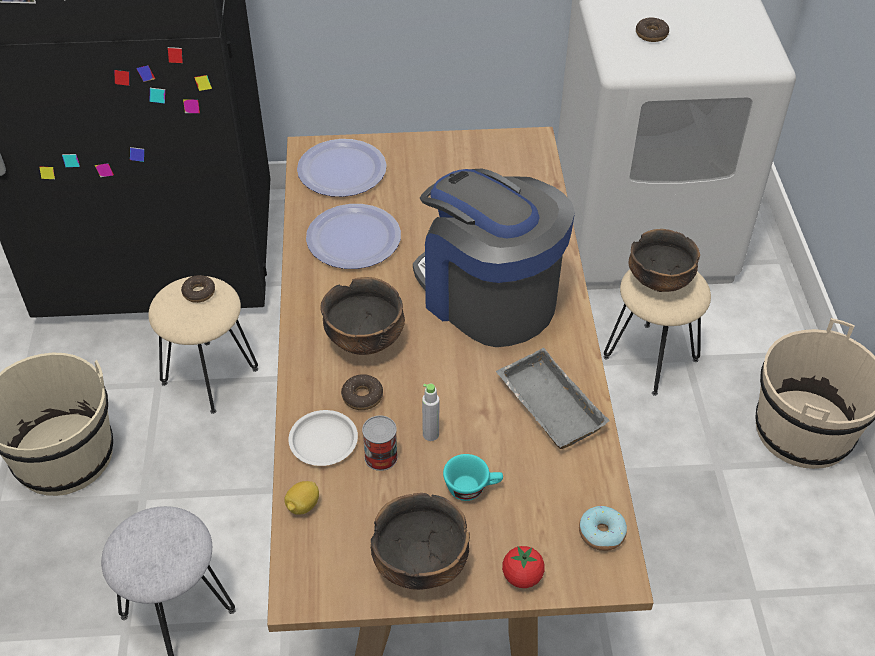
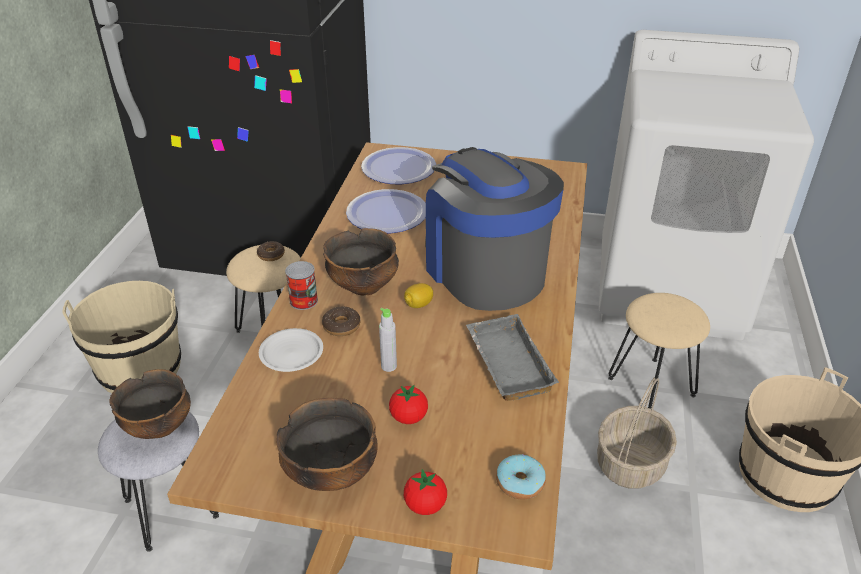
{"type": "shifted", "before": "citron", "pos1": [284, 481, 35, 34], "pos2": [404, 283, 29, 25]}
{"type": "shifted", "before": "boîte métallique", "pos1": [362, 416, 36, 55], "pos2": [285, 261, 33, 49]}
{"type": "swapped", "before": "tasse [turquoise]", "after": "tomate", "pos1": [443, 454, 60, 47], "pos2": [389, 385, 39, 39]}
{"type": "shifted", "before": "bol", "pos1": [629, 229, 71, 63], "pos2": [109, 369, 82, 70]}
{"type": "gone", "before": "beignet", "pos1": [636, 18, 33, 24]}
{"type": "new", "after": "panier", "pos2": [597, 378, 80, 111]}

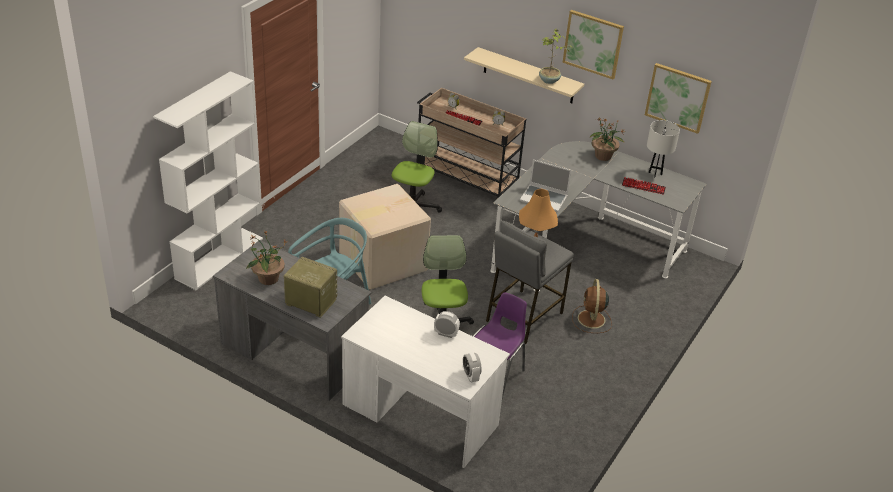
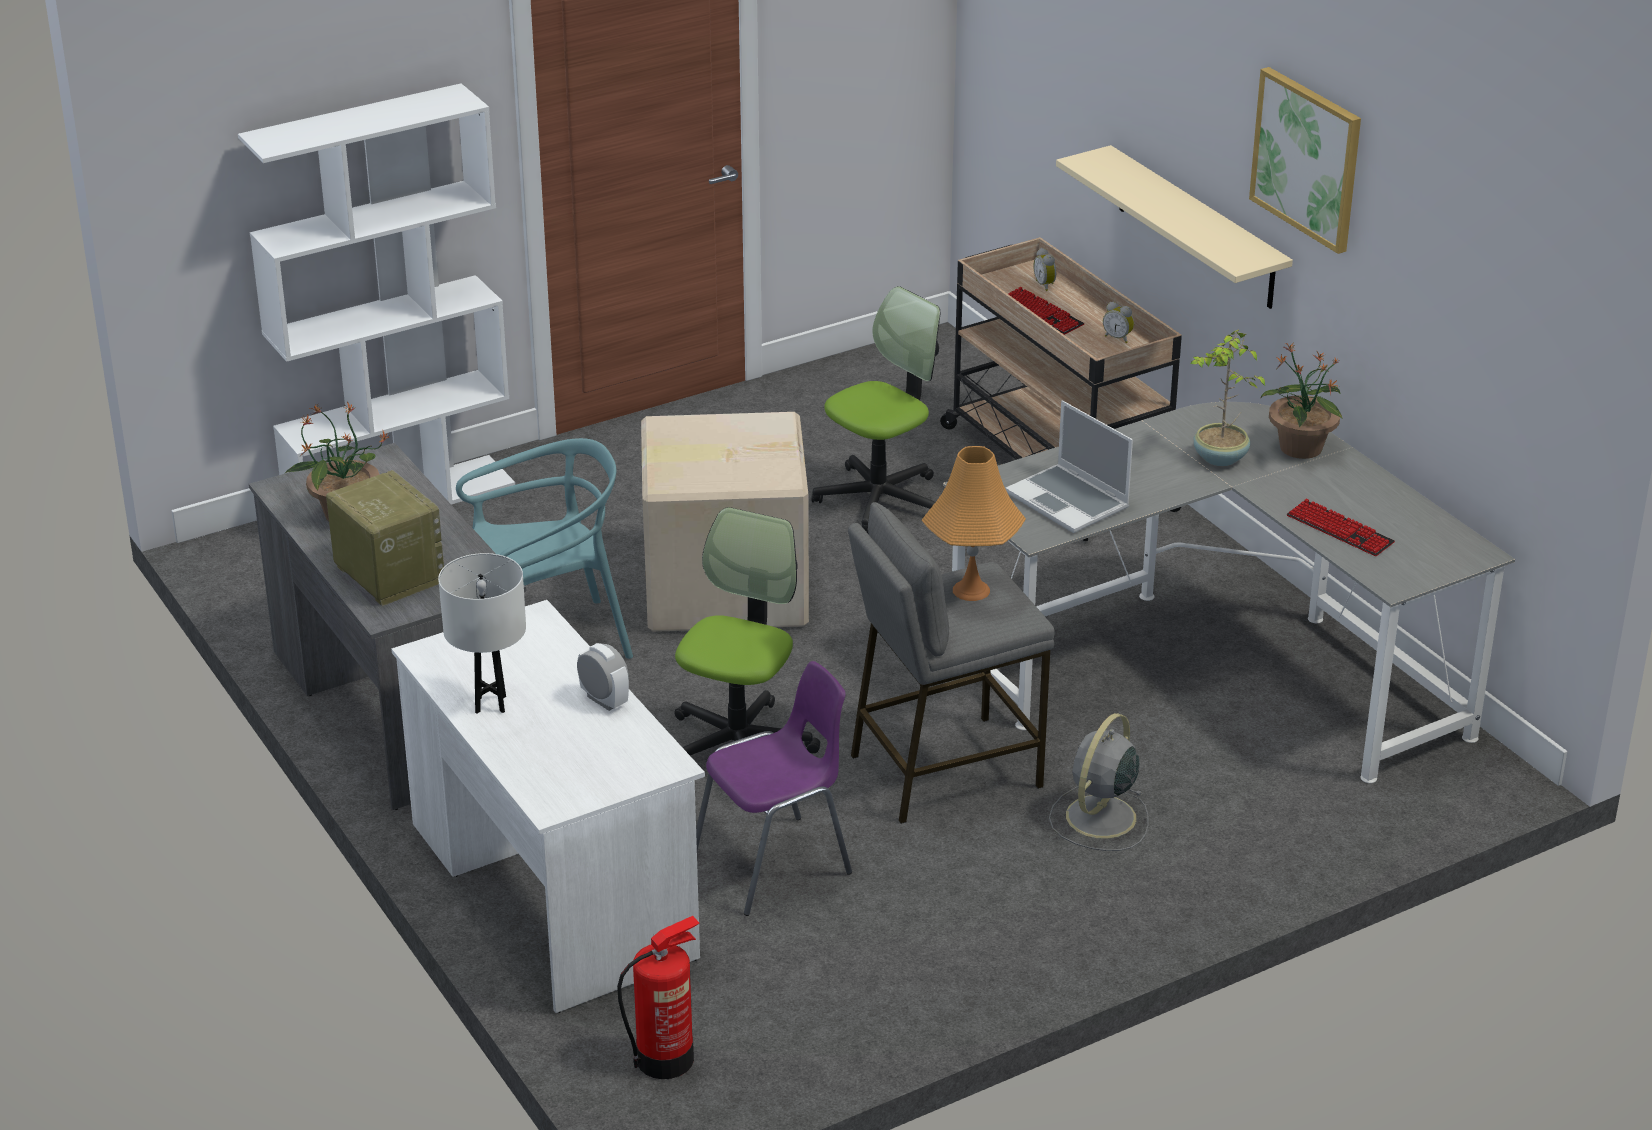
{"type": "gone", "before": "réveil", "pos1": [463, 352, 19, 30]}
{"type": "shifted", "before": "plante en pot", "pos1": [539, 29, 33, 55], "pos2": [1190, 330, 75, 136]}
{"type": "repainted", "before": "ventilateur [marron]", "after": "ventilateur [gris]", "pos1": [572, 279, 40, 54], "pos2": [1049, 713, 100, 138]}
{"type": "gone", "before": "tableau", "pos1": [645, 63, 67, 71]}
{"type": "shifted", "before": "lampe de table [blanc]", "pos1": [647, 120, 33, 57], "pos2": [438, 553, 88, 161]}
{"type": "new", "after": "extincteur", "pos2": [617, 916, 83, 163]}

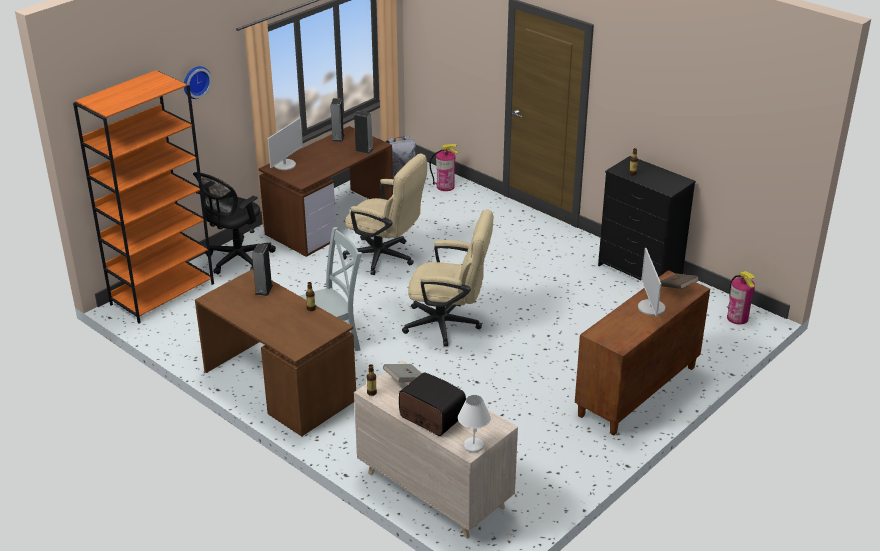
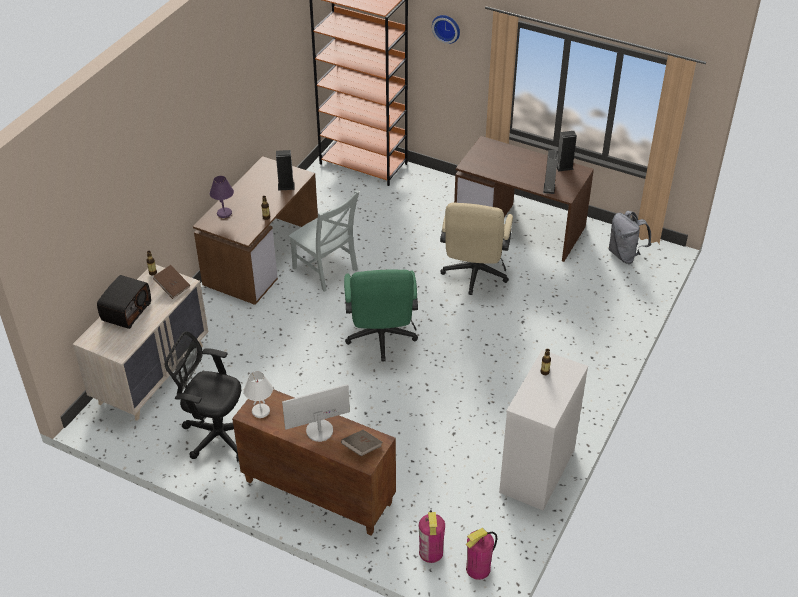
{"type": "shifted", "before": "chaise de bureau [noir]", "pos1": [193, 172, 83, 103], "pos2": [165, 331, 76, 131]}
{"type": "gone", "before": "écran d'ordinateur", "pos1": [268, 117, 35, 53]}
{"type": "repainted", "before": "livre [gris]", "after": "livre [marron]", "pos1": [383, 364, 39, 18], "pos2": [153, 265, 37, 34]}
{"type": "repainted", "before": "chaise de bureau [beige]", "after": "chaise de bureau [vert]", "pos1": [402, 210, 91, 136], "pos2": [344, 270, 74, 92]}
{"type": "shifted", "before": "extincteur", "pos1": [429, 144, 29, 47], "pos2": [419, 510, 26, 53]}
{"type": "shifted", "before": "lampe de table [blanc]", "pos1": [458, 395, 33, 57], "pos2": [244, 371, 29, 47]}
{"type": "repainted", "before": "commode [noir]", "after": "commode [blanc]", "pos1": [598, 156, 98, 124], "pos2": [499, 350, 89, 160]}
{"type": "new", "after": "lampe de table [violet]", "pos2": [209, 176, 25, 42]}

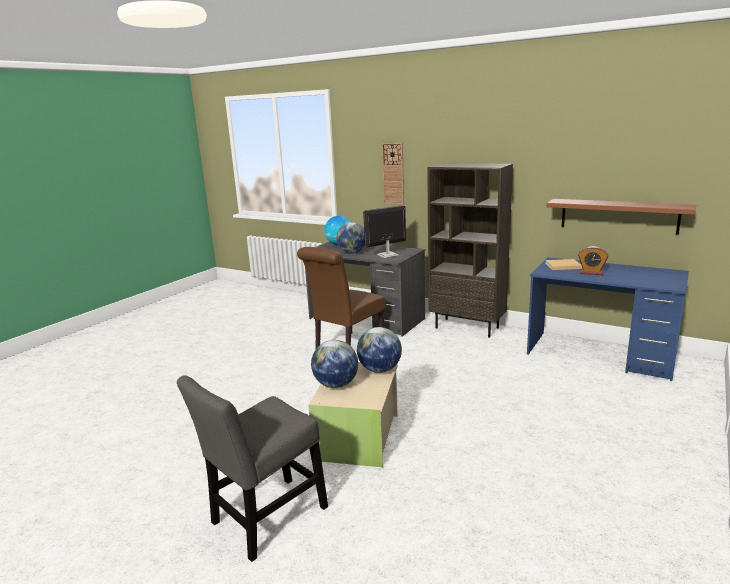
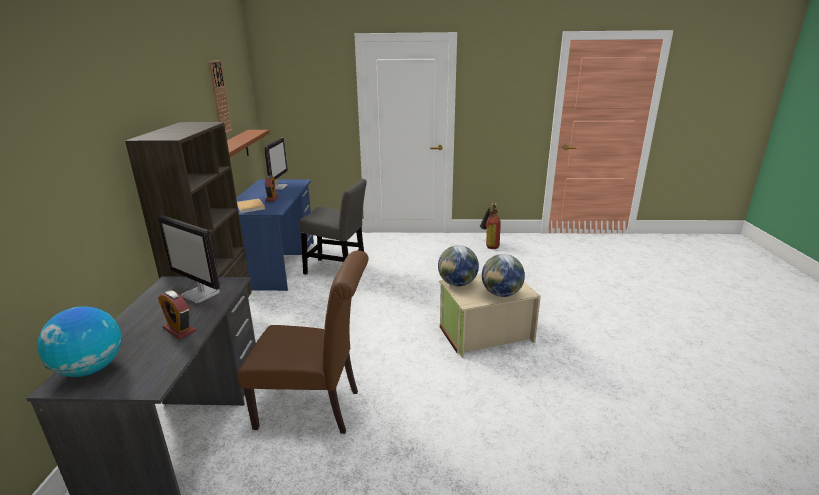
{"type": "shifted", "before": "chaise [gris]", "pos1": [177, 375, 151, 187], "pos2": [300, 179, 67, 95]}
{"type": "swapped", "before": "globe", "after": "réveil", "pos1": [336, 222, 29, 32], "pos2": [158, 290, 39, 49]}
{"type": "shifted", "before": "horloge murale", "pos1": [382, 143, 22, 62], "pos2": [209, 60, 23, 73]}
{"type": "new", "after": "écran d'ordinateur", "pos2": [264, 138, 24, 52]}
{"type": "new", "after": "extincteur", "pos2": [480, 203, 21, 46]}

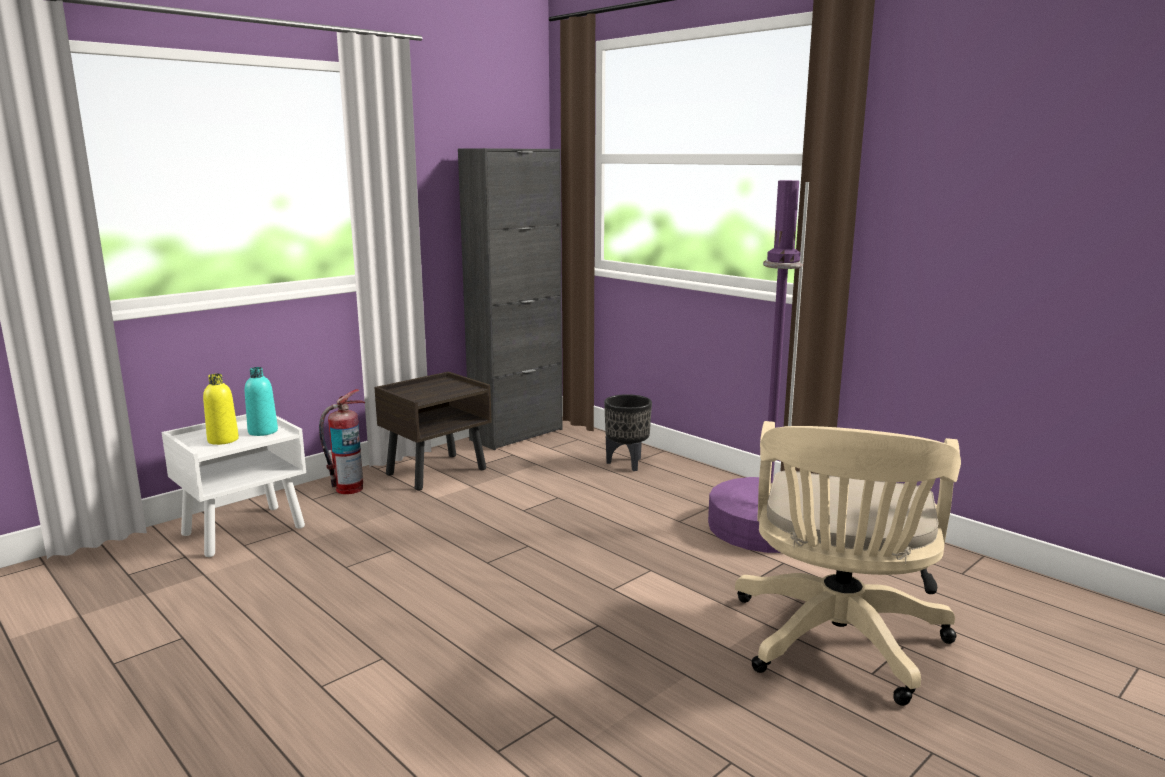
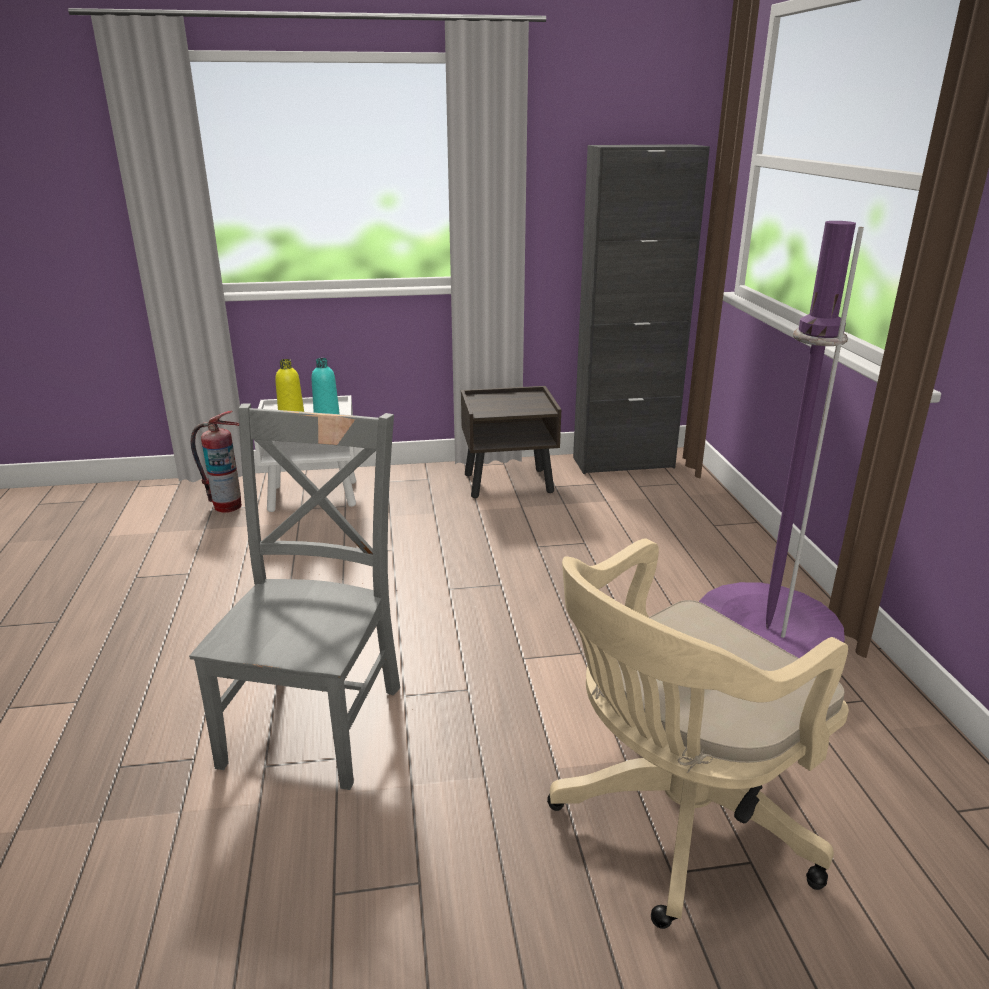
{"type": "shifted", "before": "extincteur", "pos1": [319, 389, 46, 105], "pos2": [191, 411, 51, 102]}
{"type": "gone", "before": "cache-pot [noir]", "pos1": [604, 394, 48, 77]}
{"type": "new", "after": "chaise [gris]", "pos2": [189, 403, 211, 387]}

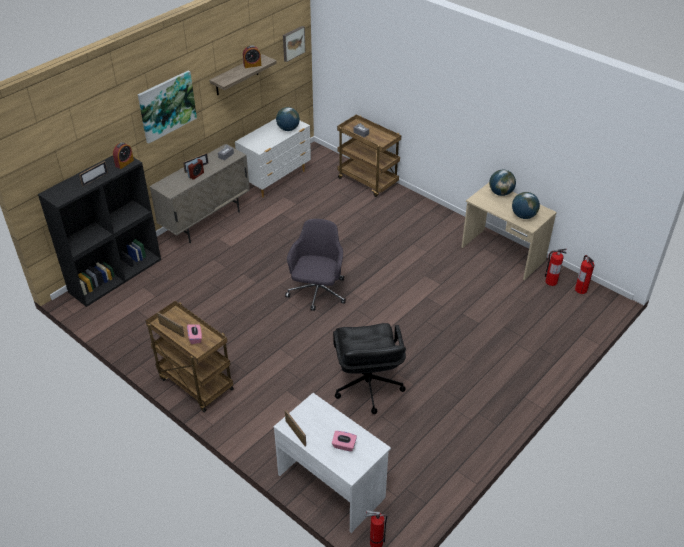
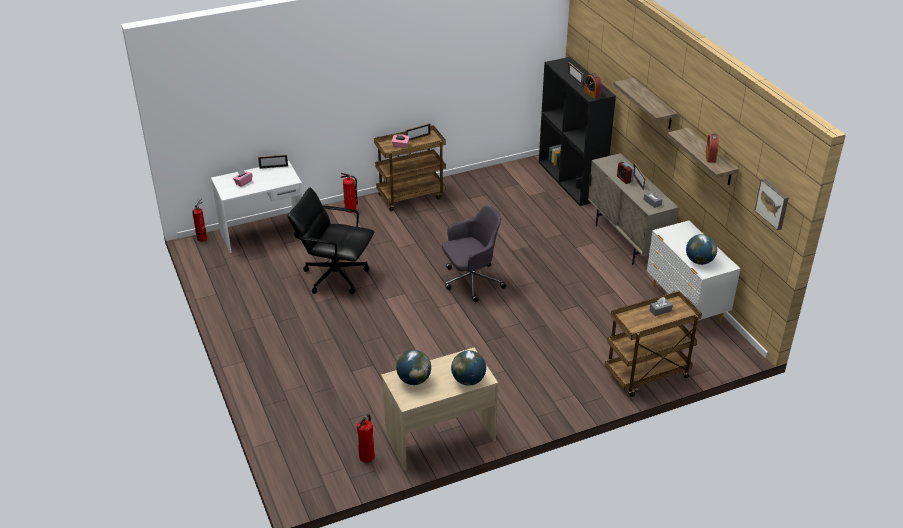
{"type": "swapped", "before": "tableau", "after": "étagère", "pos1": [138, 70, 59, 74], "pos2": [614, 78, 64, 52]}
{"type": "rotated", "before": "chaise de bureau [gris]", "pos1": [285, 219, 61, 92], "pos2": [442, 205, 64, 97], "turn": -60}
{"type": "shifted", "before": "extincteur", "pos1": [575, 255, 19, 39], "pos2": [341, 173, 17, 40]}

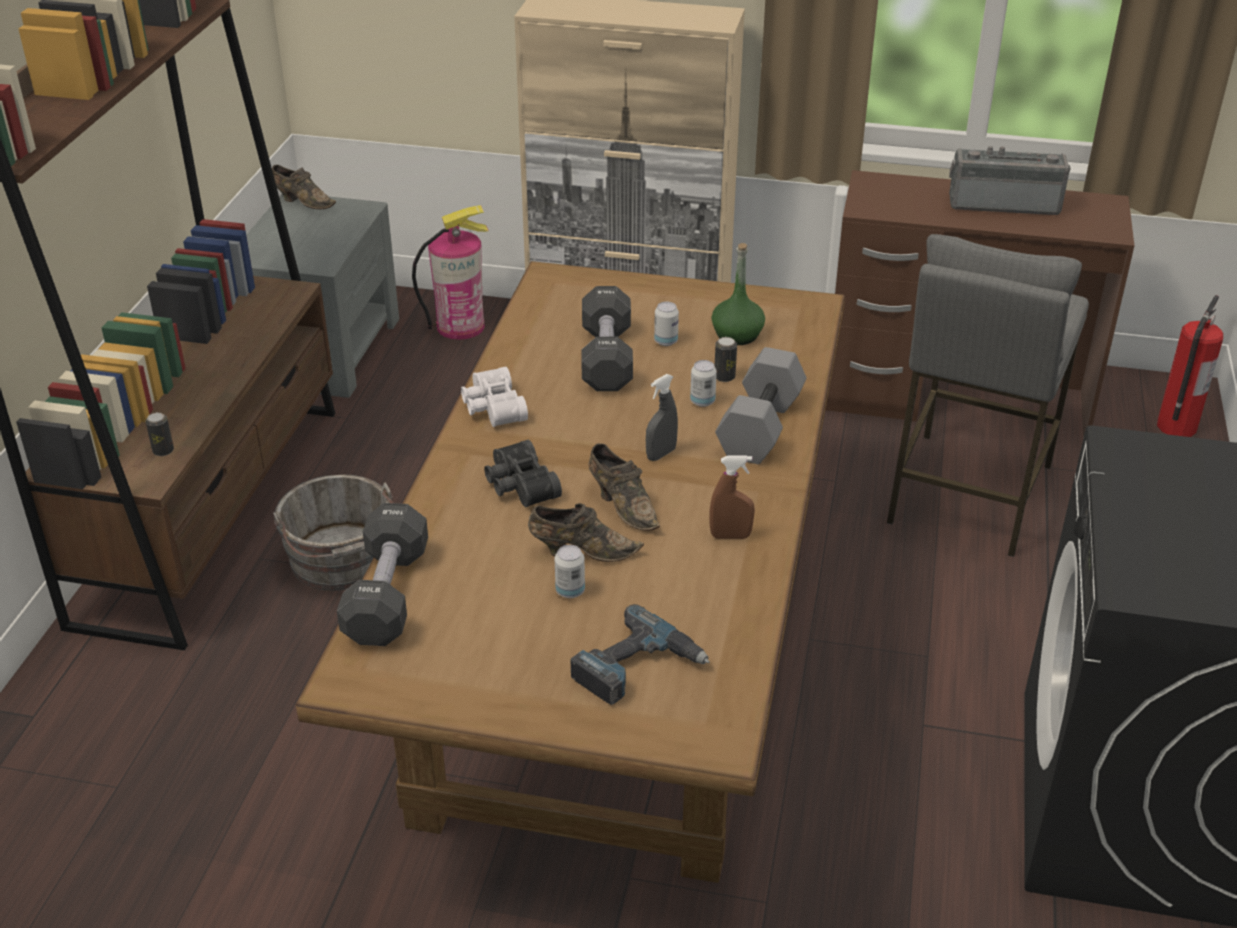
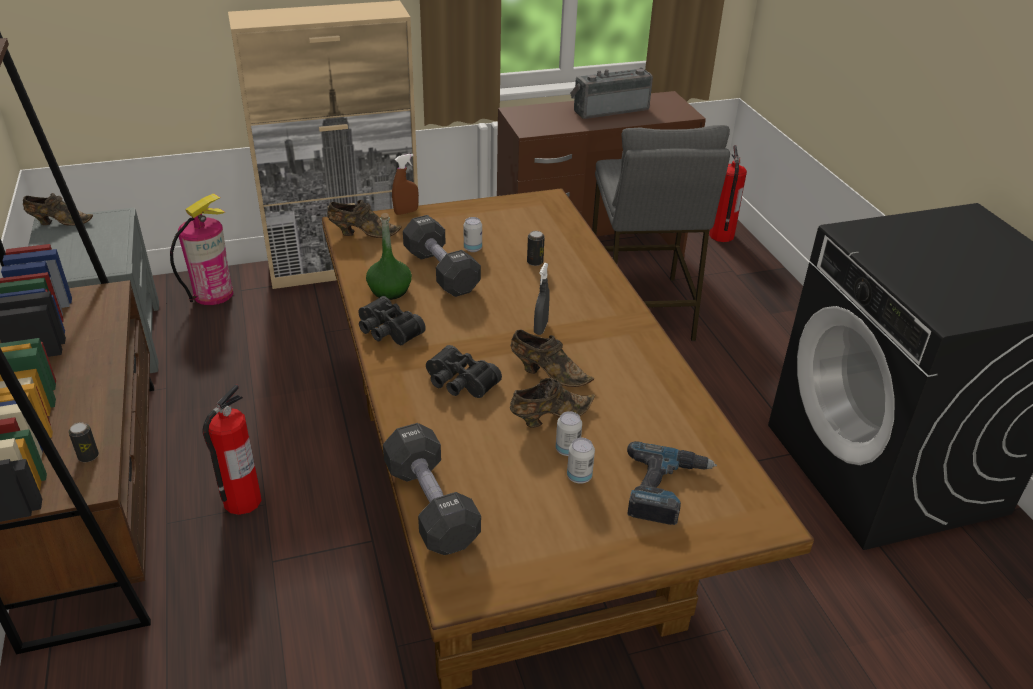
{"type": "swapped", "before": "seau [gris]", "after": "extincteur", "pos1": [273, 475, 120, 116], "pos2": [202, 385, 60, 130]}
{"type": "repainted", "before": "jumelles [blanc]", "after": "jumelles [noir]", "pos1": [461, 367, 67, 60], "pos2": [358, 296, 68, 49]}
{"type": "shifted", "before": "boîte métallique", "pos1": [690, 360, 27, 47], "pos2": [567, 438, 28, 46]}
{"type": "shifted", "before": "vaporisateur [marron]", "pos1": [709, 455, 46, 84], "pos2": [392, 154, 27, 61]}
{"type": "shifted", "before": "bouteille [vert]", "pos1": [711, 243, 54, 102], "pos2": [366, 213, 46, 87]}
{"type": "gone", "before": "haltère [gris]", "pos1": [715, 347, 91, 117]}
{"type": "new", "after": "chaussure [marron]", "pos2": [327, 200, 75, 38]}

